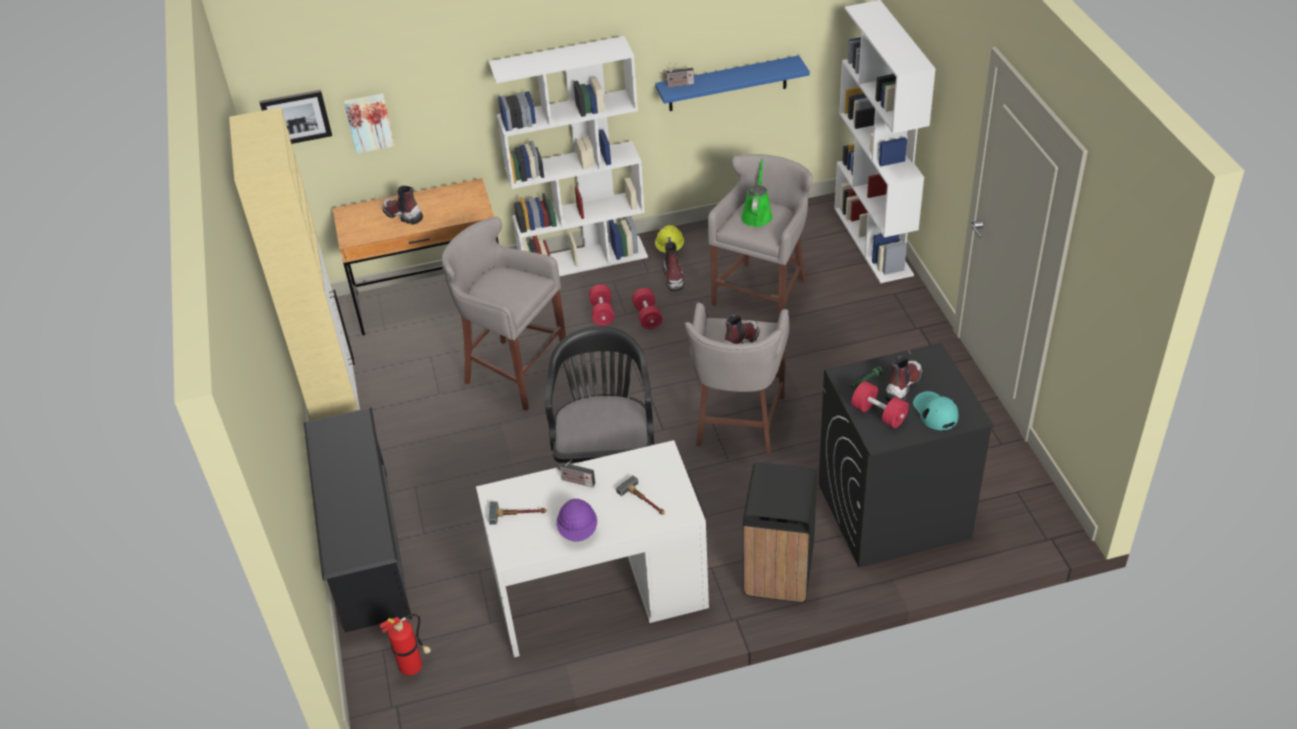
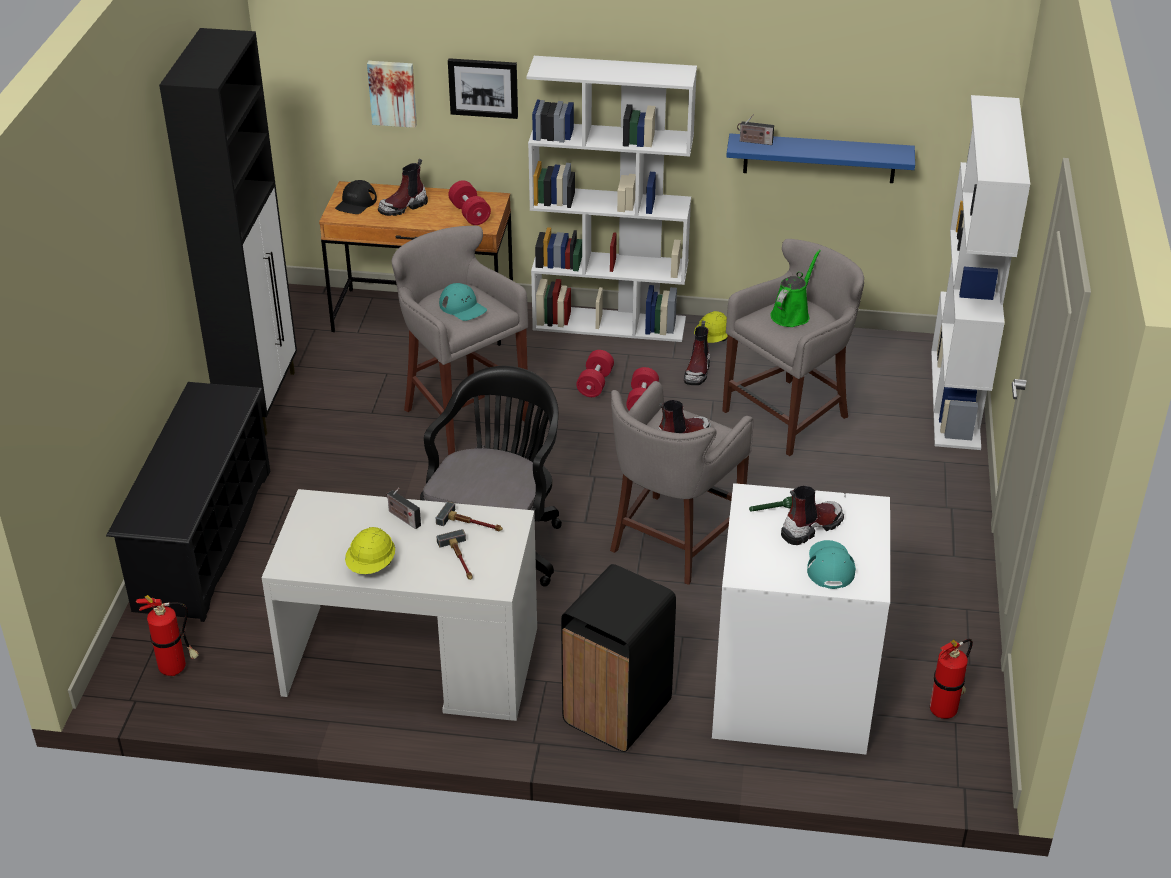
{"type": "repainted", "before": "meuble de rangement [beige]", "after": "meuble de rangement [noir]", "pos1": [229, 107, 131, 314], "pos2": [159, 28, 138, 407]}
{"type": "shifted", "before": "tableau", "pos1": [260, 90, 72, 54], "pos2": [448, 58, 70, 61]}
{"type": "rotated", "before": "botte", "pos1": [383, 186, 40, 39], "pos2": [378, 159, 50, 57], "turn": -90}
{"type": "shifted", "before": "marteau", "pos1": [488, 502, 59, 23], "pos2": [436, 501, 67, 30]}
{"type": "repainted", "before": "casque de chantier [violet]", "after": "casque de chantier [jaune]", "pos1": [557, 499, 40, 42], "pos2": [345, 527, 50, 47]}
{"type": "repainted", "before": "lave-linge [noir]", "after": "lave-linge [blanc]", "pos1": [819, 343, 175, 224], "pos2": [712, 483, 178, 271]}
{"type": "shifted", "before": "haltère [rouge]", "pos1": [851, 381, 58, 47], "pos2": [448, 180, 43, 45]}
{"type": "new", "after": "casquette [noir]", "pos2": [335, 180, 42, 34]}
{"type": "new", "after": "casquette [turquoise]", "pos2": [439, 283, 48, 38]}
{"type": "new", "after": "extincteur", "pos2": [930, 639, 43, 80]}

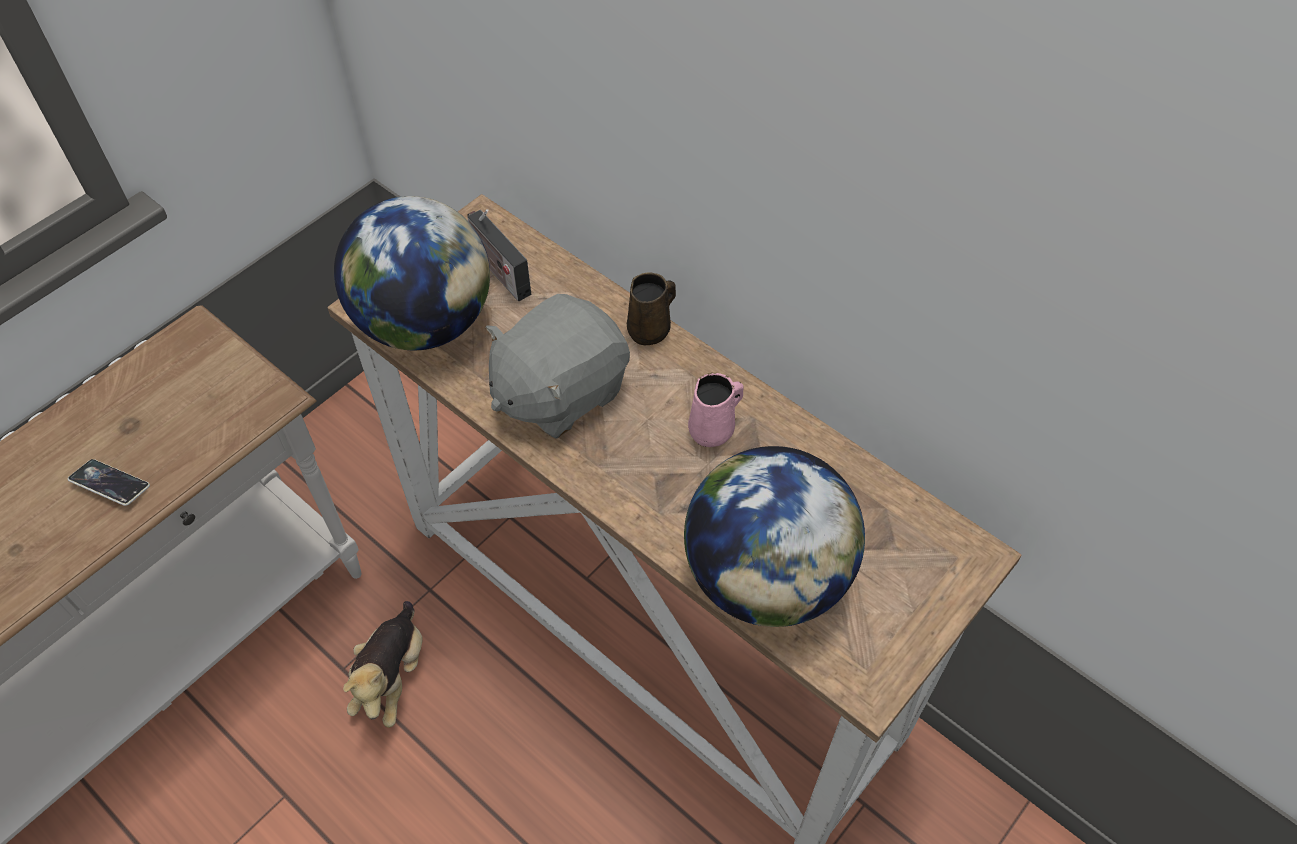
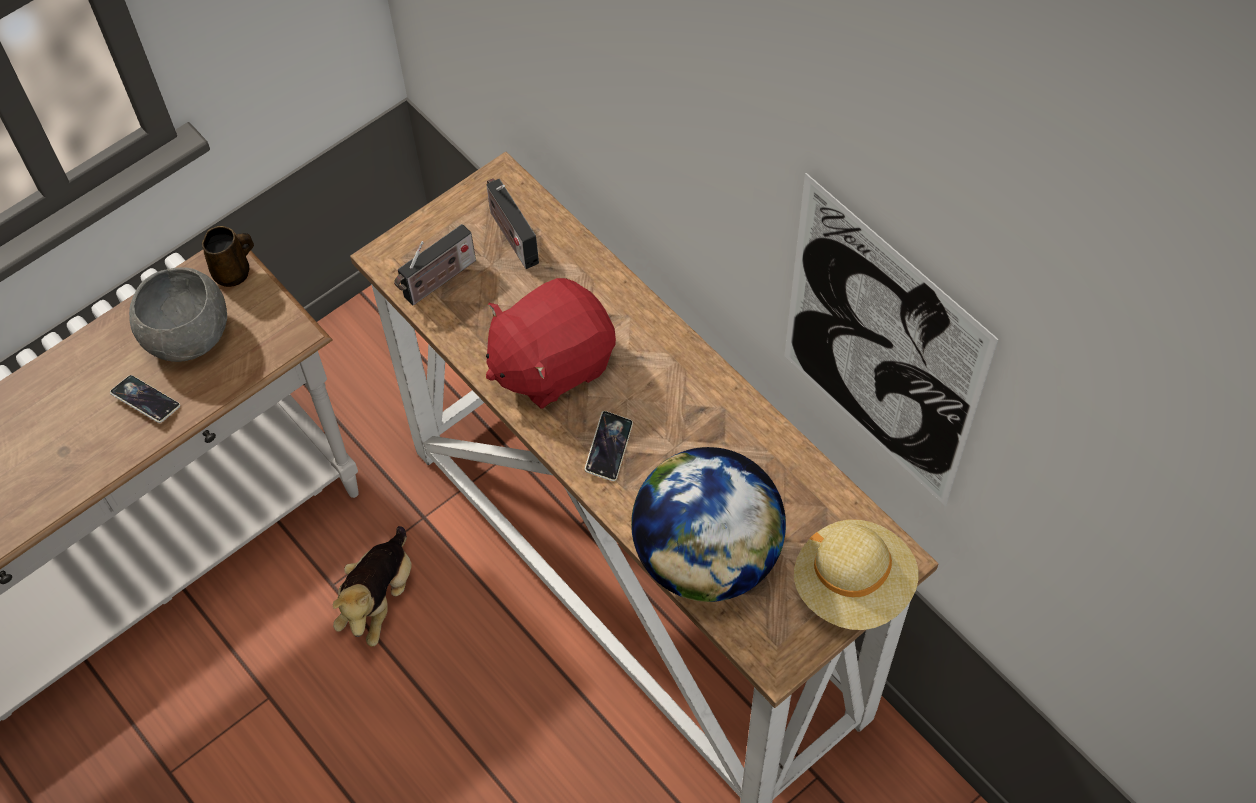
{"type": "swapped", "before": "globe", "after": "radio", "pos1": [334, 196, 156, 154], "pos2": [394, 224, 82, 81]}
{"type": "repainted", "before": "peluche [gris]", "after": "peluche [rouge]", "pos1": [486, 294, 144, 145], "pos2": [486, 278, 130, 131]}
{"type": "shifted", "before": "mug [marron]", "pos1": [627, 272, 49, 74], "pos2": [202, 226, 52, 61]}
{"type": "gone", "before": "mug [rose]", "pos1": [688, 373, 56, 74]}
{"type": "new", "after": "bol [gris]", "pos2": [129, 267, 98, 95]}
{"type": "new", "after": "téléphone", "pos2": [585, 411, 48, 70]}
{"type": "new", "after": "tableau", "pos2": [784, 173, 214, 333]}
{"type": "new", "after": "chapeau [beige]", "pos2": [794, 519, 125, 111]}

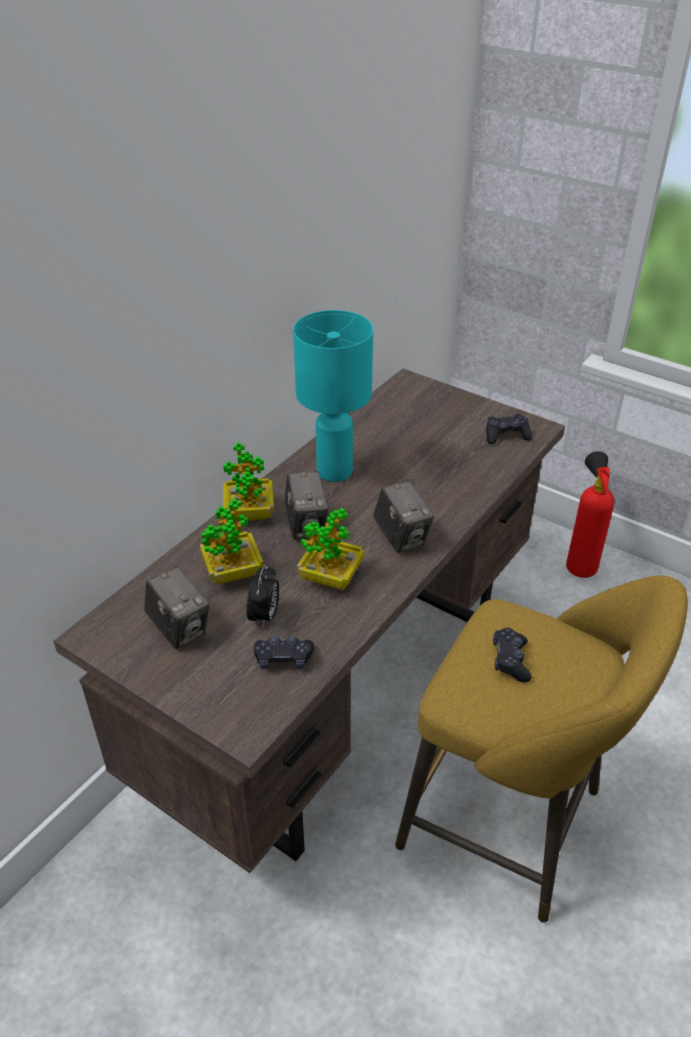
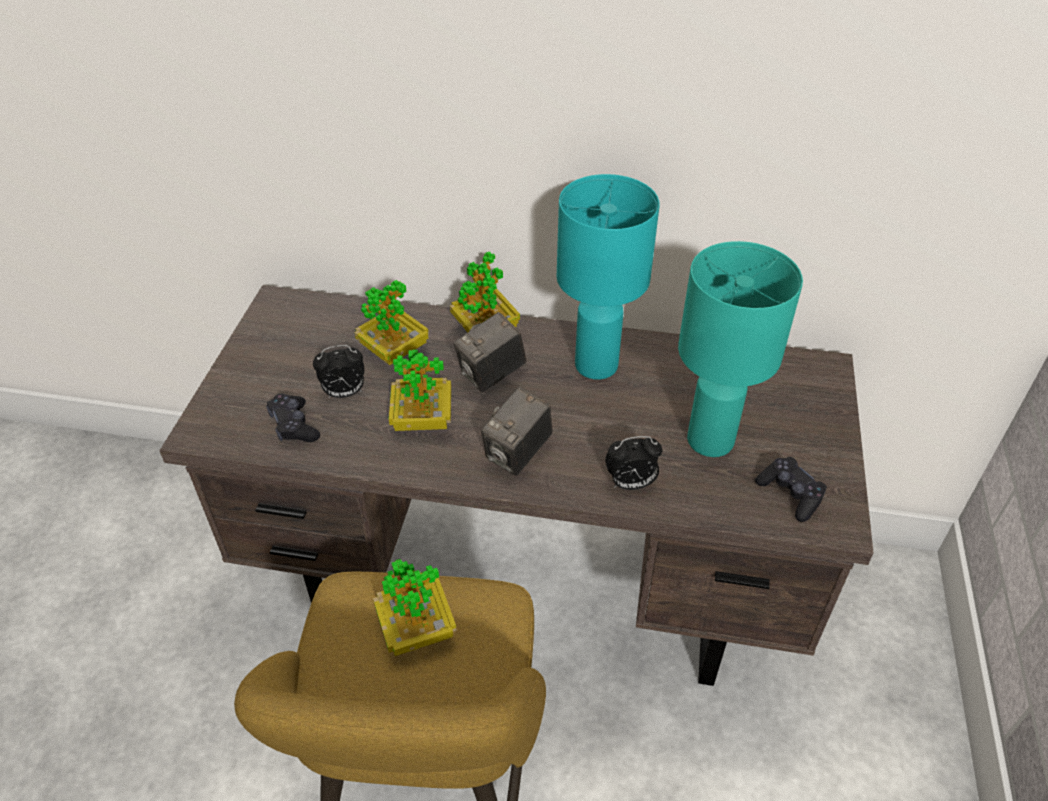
{"type": "gone", "before": "appareil photo", "pos1": [144, 566, 65, 83]}
{"type": "swapped", "before": "manette [noir]", "after": "plante en pot", "pos1": [493, 627, 39, 55], "pos2": [373, 559, 84, 97]}
{"type": "gone", "before": "extincteur", "pos1": [566, 451, 48, 127]}
{"type": "new", "after": "réveil", "pos2": [605, 436, 57, 54]}
{"type": "new", "after": "lampe de table [turquoise]", "pos2": [678, 241, 125, 216]}

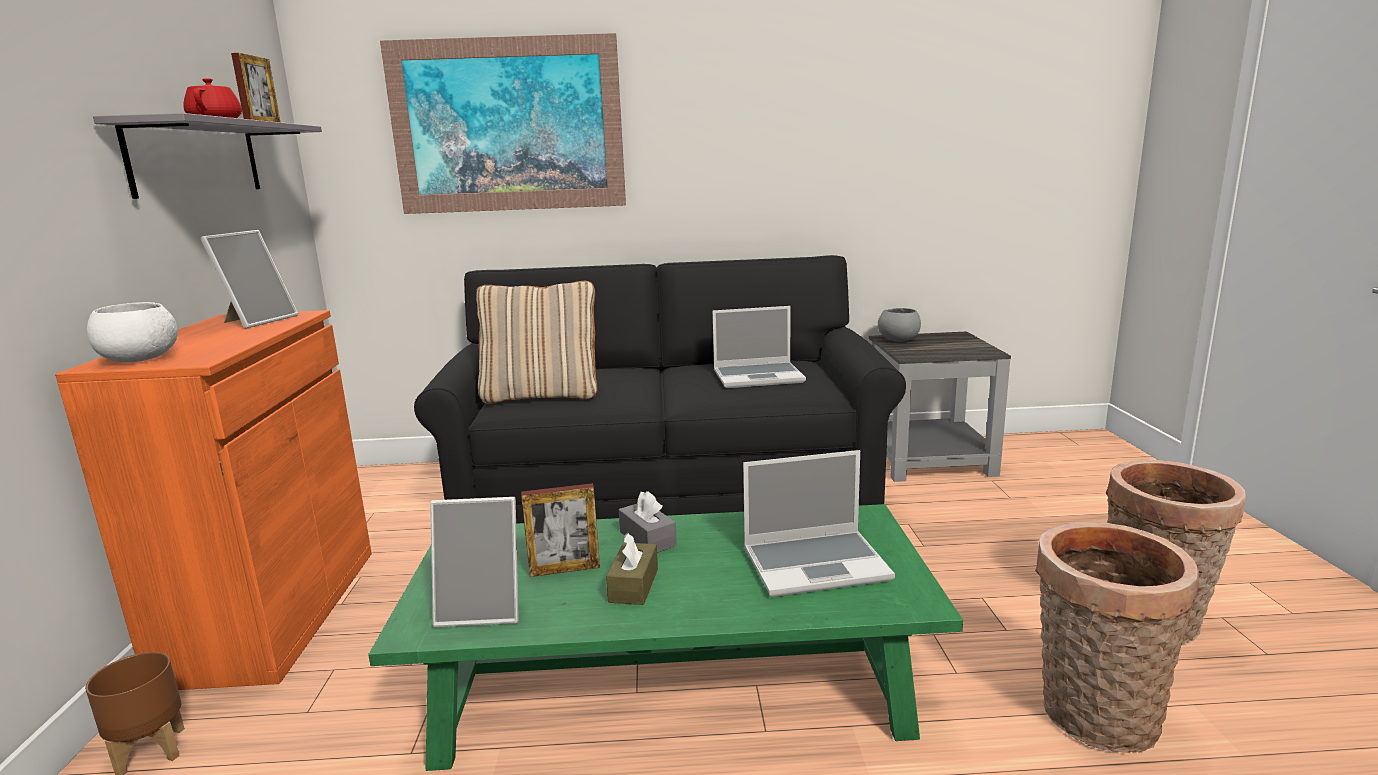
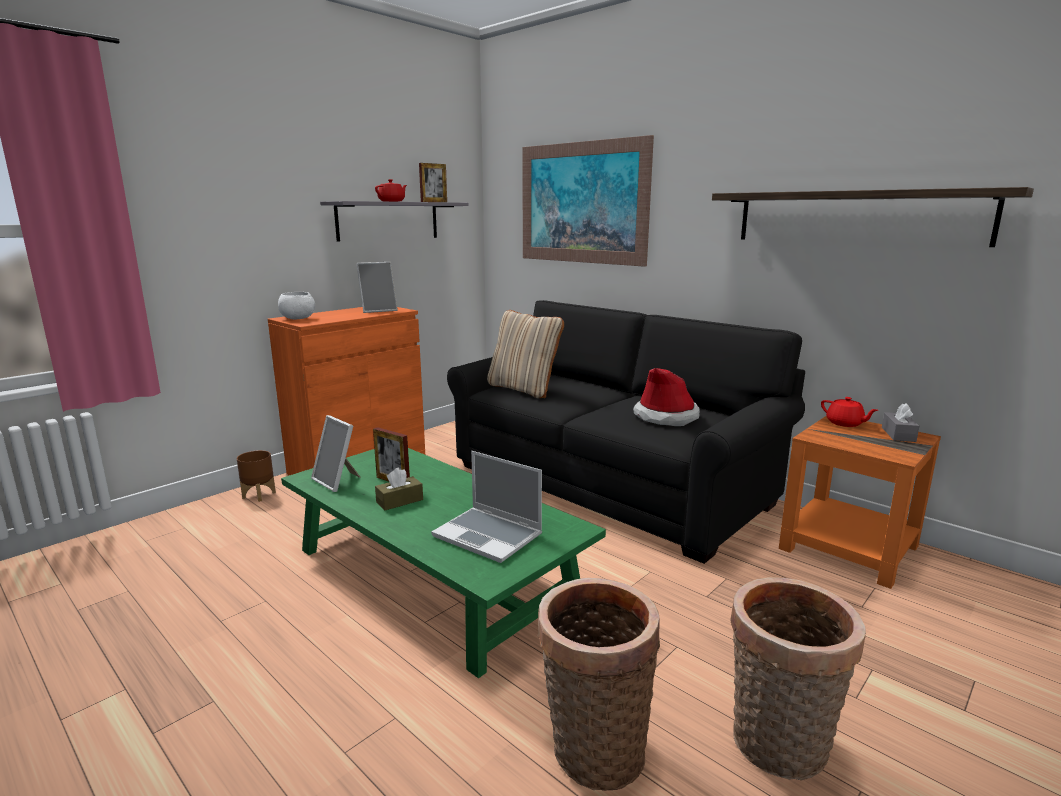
{"type": "shifted", "before": "boîte à mouchoirs [gris]", "pos1": [619, 491, 58, 62], "pos2": [882, 403, 37, 39]}
{"type": "swapped", "before": "ordinateur portable", "after": "chapeau", "pos1": [713, 306, 93, 82], "pos2": [633, 368, 67, 58]}
{"type": "repainted", "before": "table d'appoint [gris]", "after": "table d'appoint [orange]", "pos1": [869, 331, 142, 151], "pos2": [779, 416, 162, 173]}
{"type": "swapped", "before": "bol [gris]", "after": "théière [rouge]", "pos1": [878, 308, 43, 33], "pos2": [821, 397, 57, 30]}
{"type": "new", "after": "étagère", "pos2": [712, 187, 322, 60]}

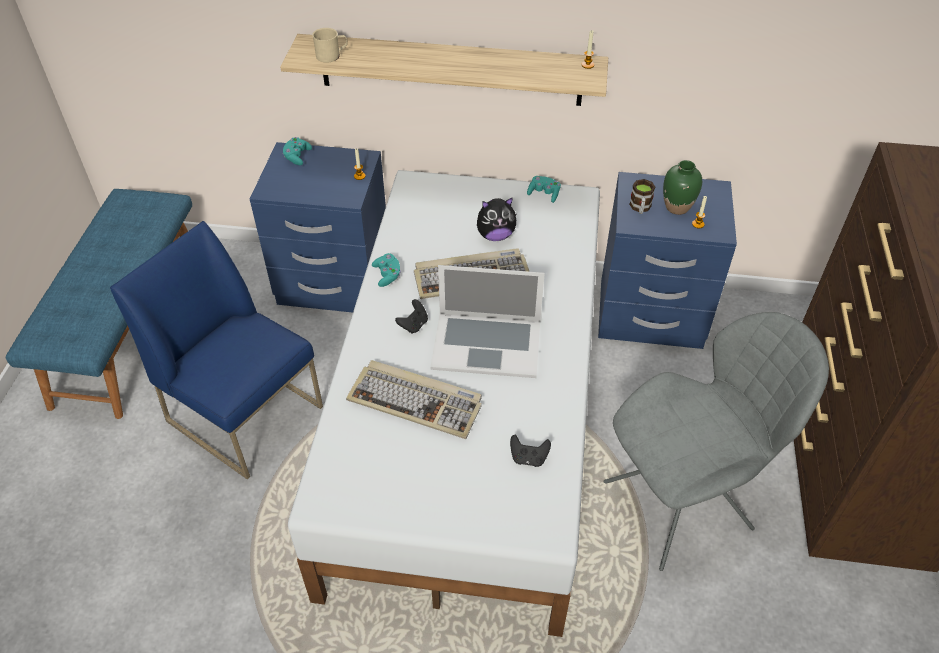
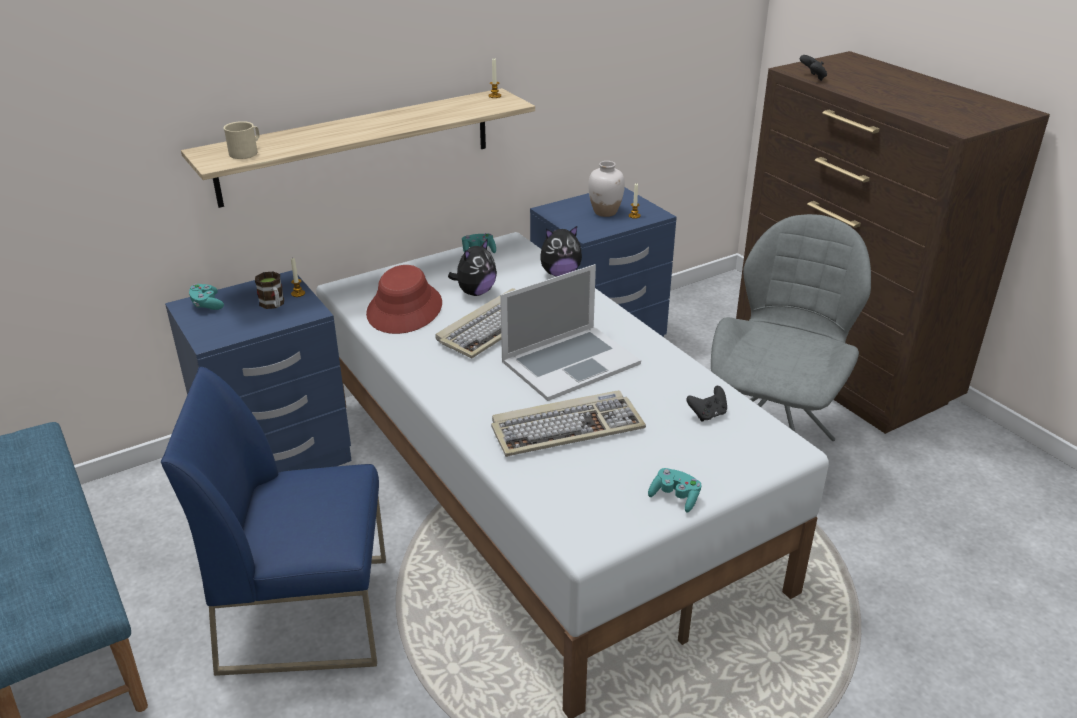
{"type": "shifted", "before": "manette [turquoise]", "pos1": [372, 253, 29, 34], "pos2": [648, 468, 54, 45]}
{"type": "shifted", "before": "manette [noir]", "pos1": [395, 299, 33, 35], "pos2": [800, 55, 27, 26]}
{"type": "shifted", "before": "mug", "pos1": [629, 179, 26, 35], "pos2": [255, 271, 29, 38]}
{"type": "repainted", "before": "vase [vert]", "after": "vase [blanc]", "pos1": [663, 160, 39, 55], "pos2": [588, 161, 37, 56]}
{"type": "new", "after": "chapeau [rouge]", "pos2": [366, 265, 76, 69]}
{"type": "new", "after": "peluche", "pos2": [540, 226, 42, 51]}

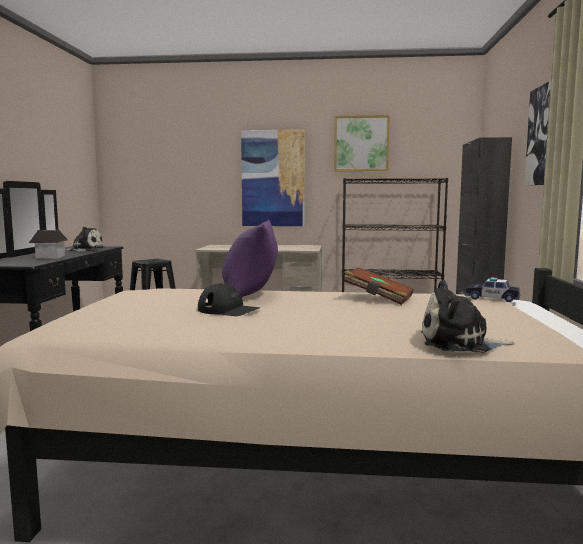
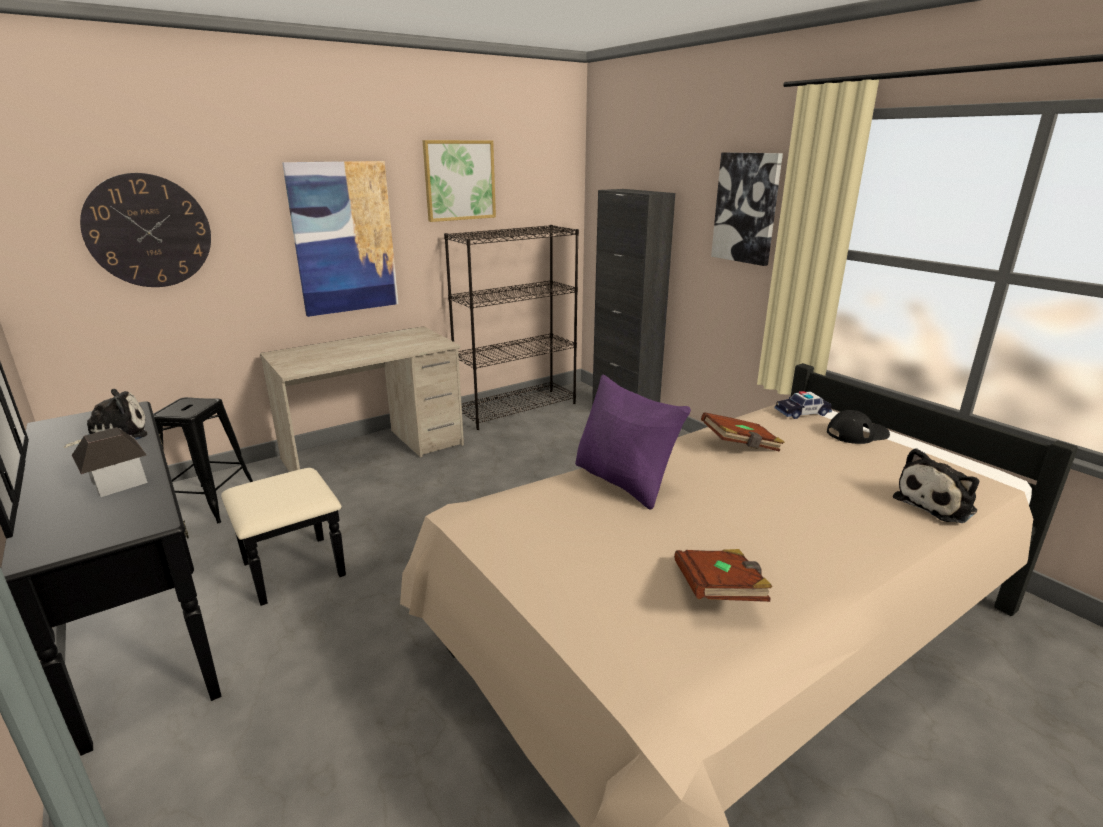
{"type": "shifted", "before": "casquette [noir]", "pos1": [198, 283, 62, 33], "pos2": [827, 410, 63, 34]}
{"type": "new", "after": "horloge murale", "pos2": [80, 173, 131, 114]}
{"type": "new", "after": "livre [marron]", "pos2": [674, 549, 98, 53]}

